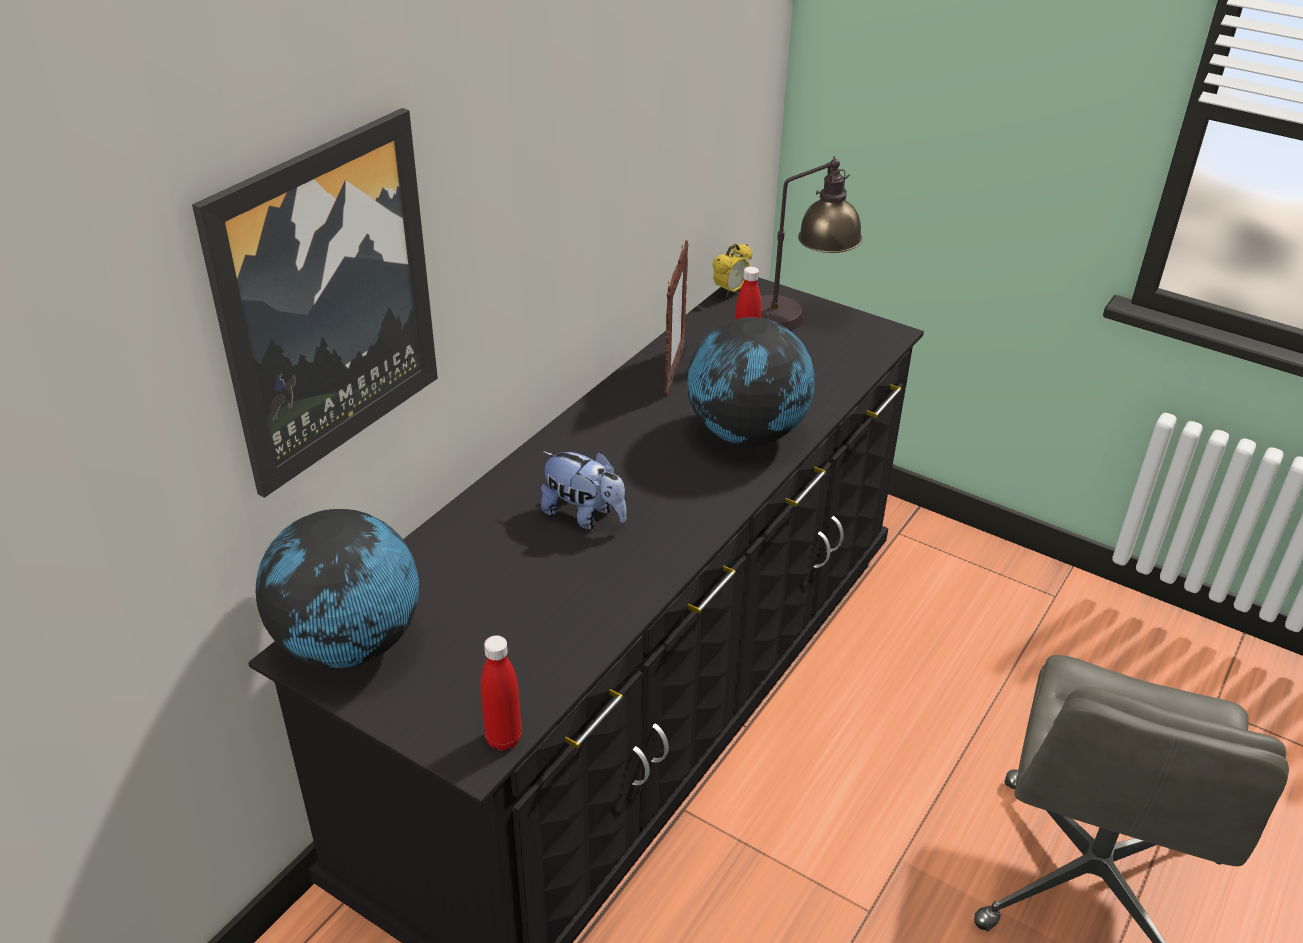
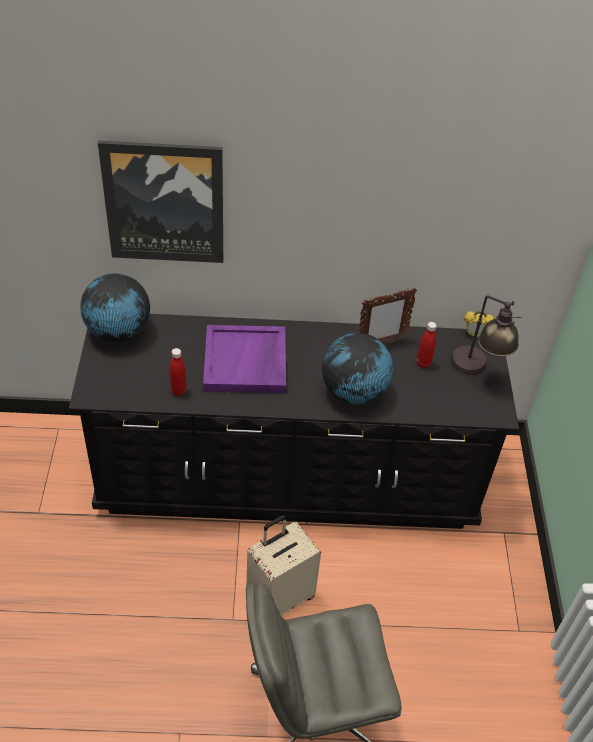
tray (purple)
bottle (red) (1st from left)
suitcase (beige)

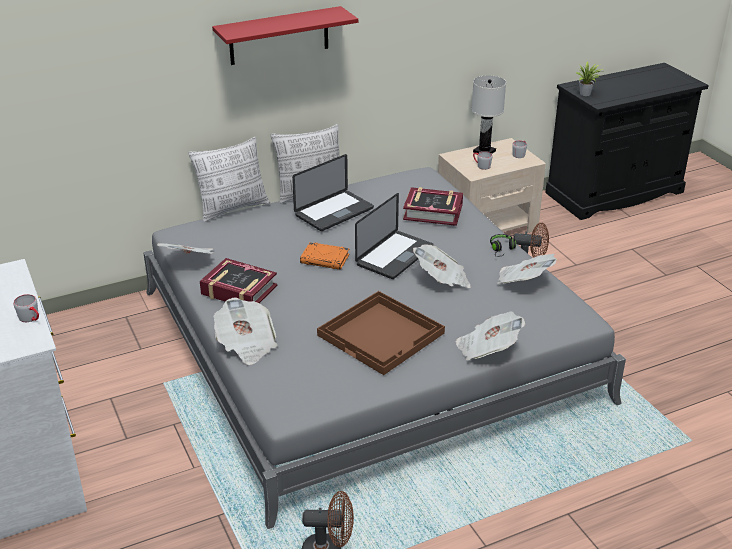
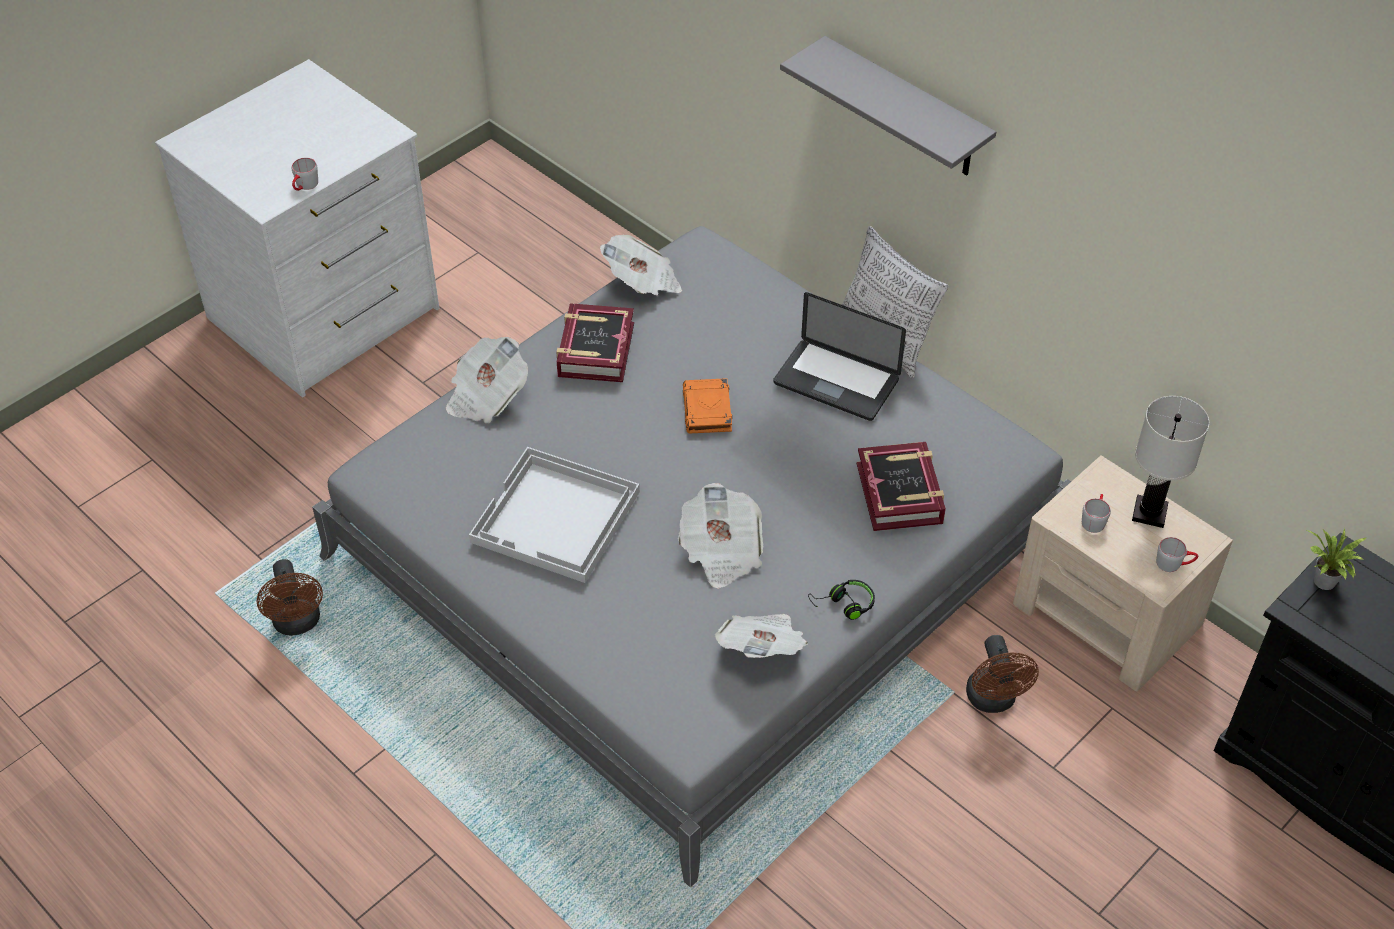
shelf (grey)
pillow (1st from left in the first image)
laptop (2nd from left in the first image)
tray (white)
newspaper (4th from left in the first image)

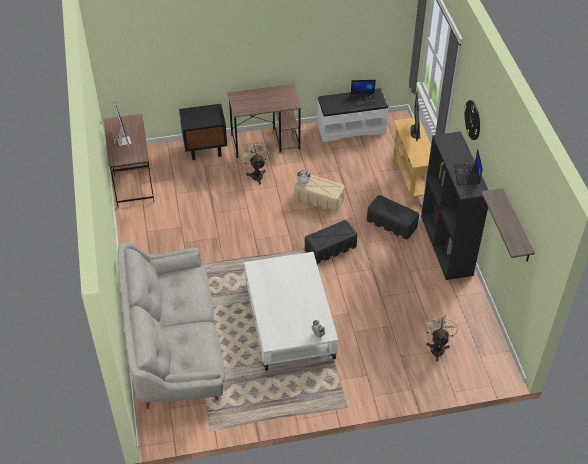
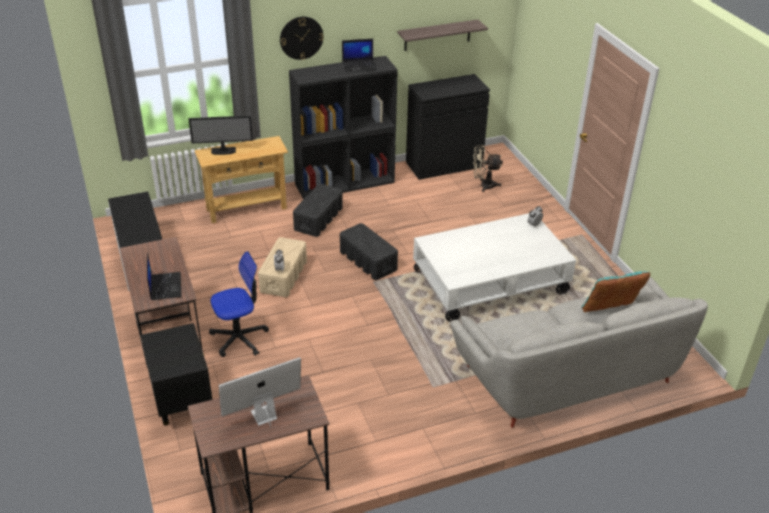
laptop (1st from left)
office chair
cabinet (black)
pillow (turquoise)

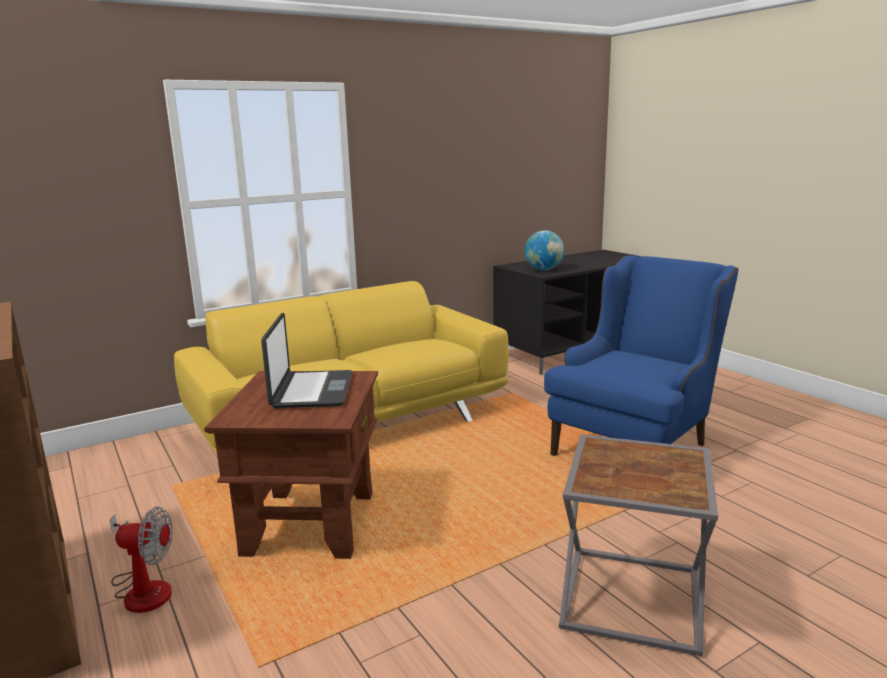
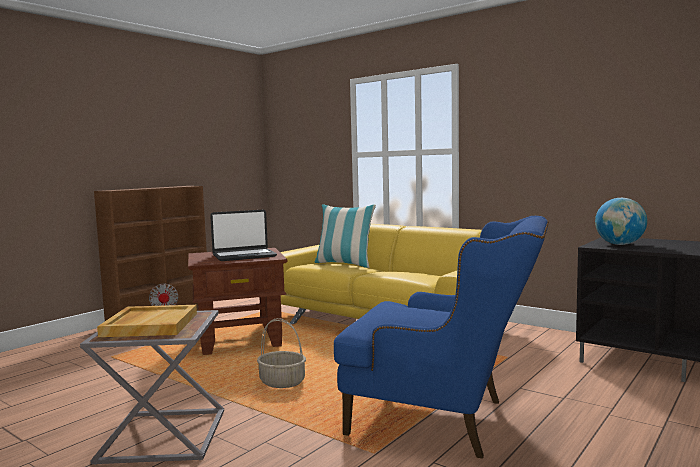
pillow
tray (beige)
basket

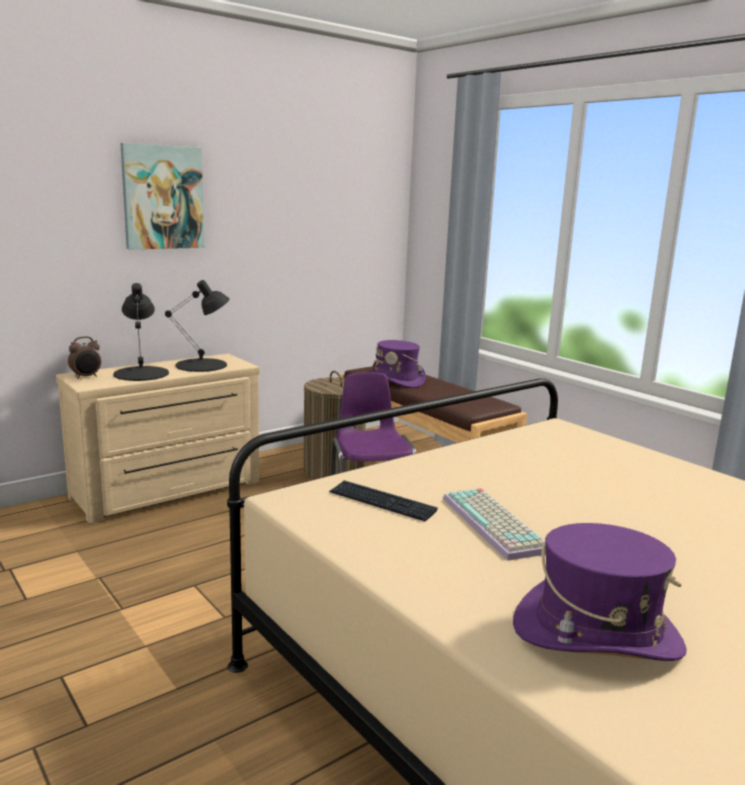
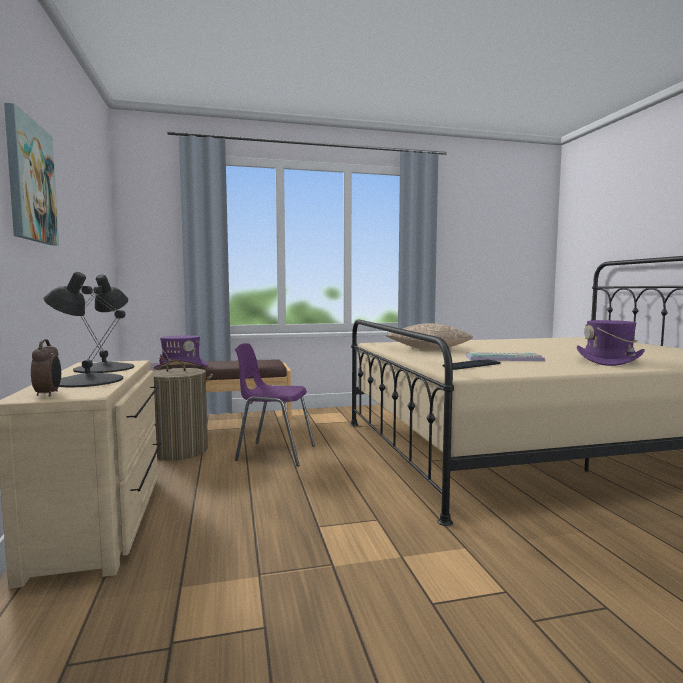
pillow

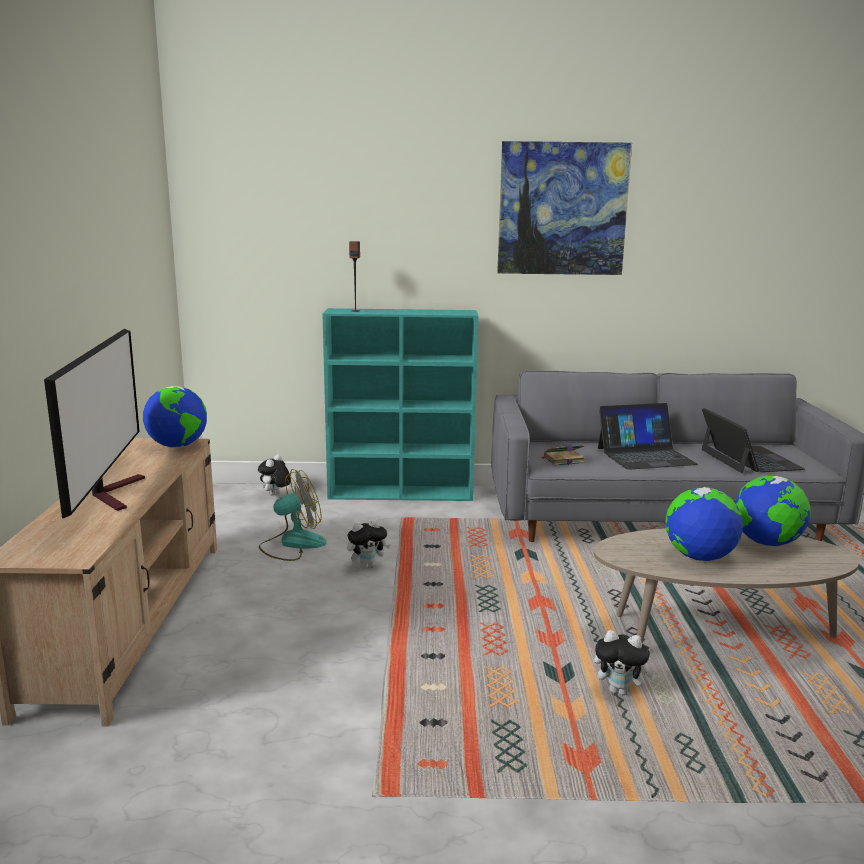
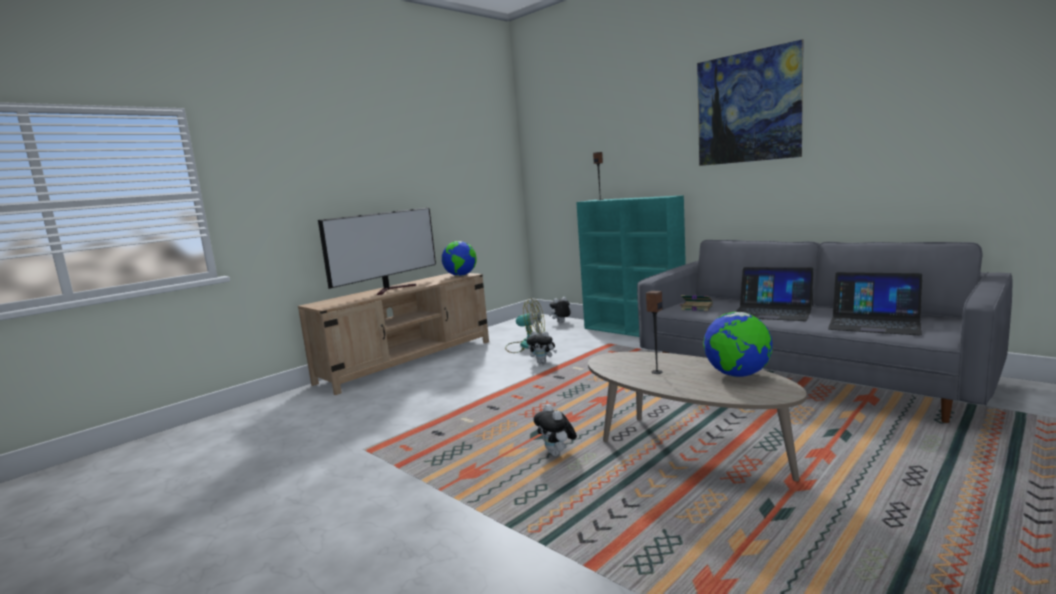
laptop (2nd from left)
speaker (2nd from left)

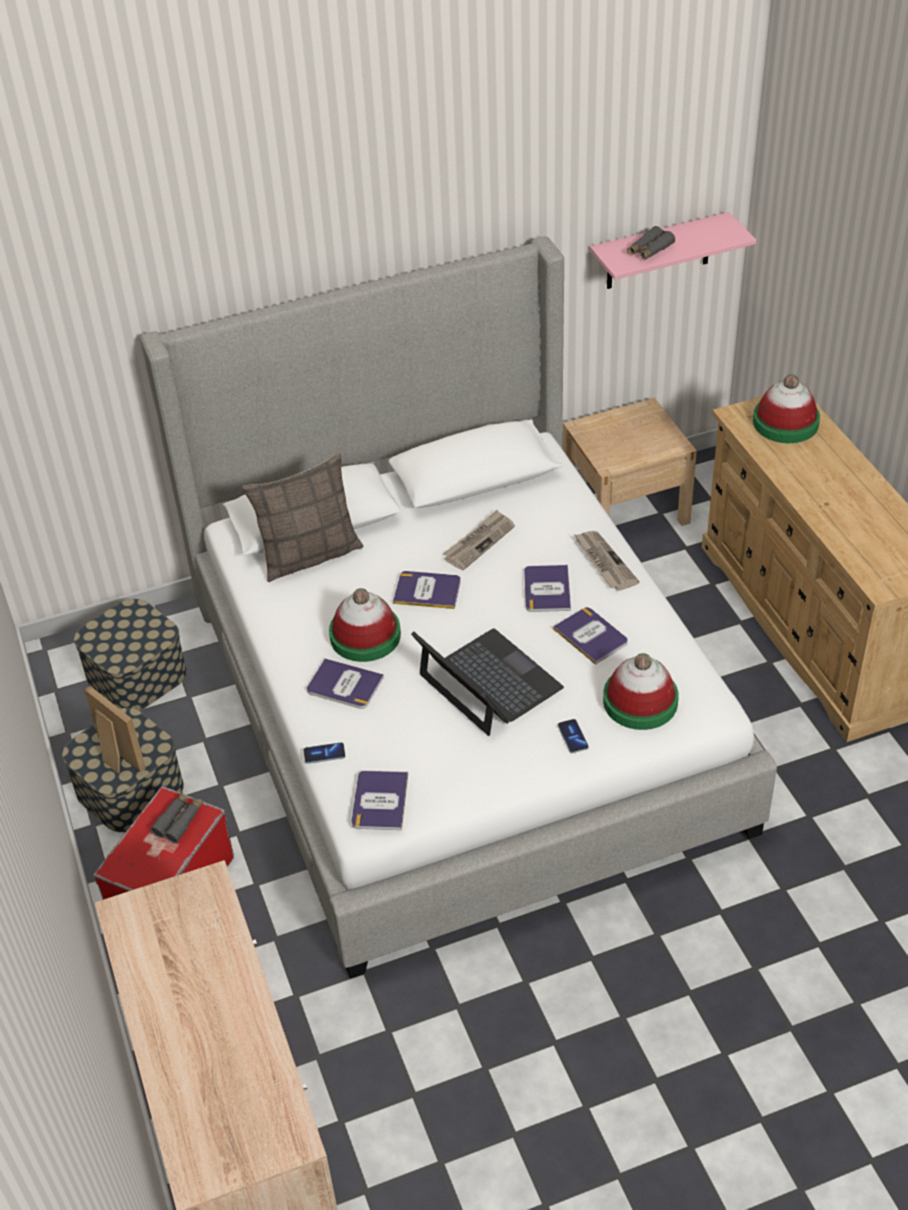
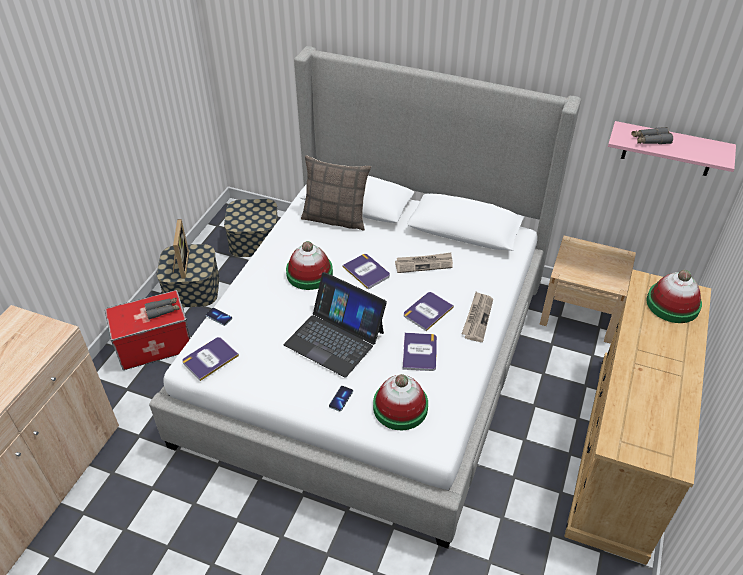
laptop
book (1st from left in the first image)

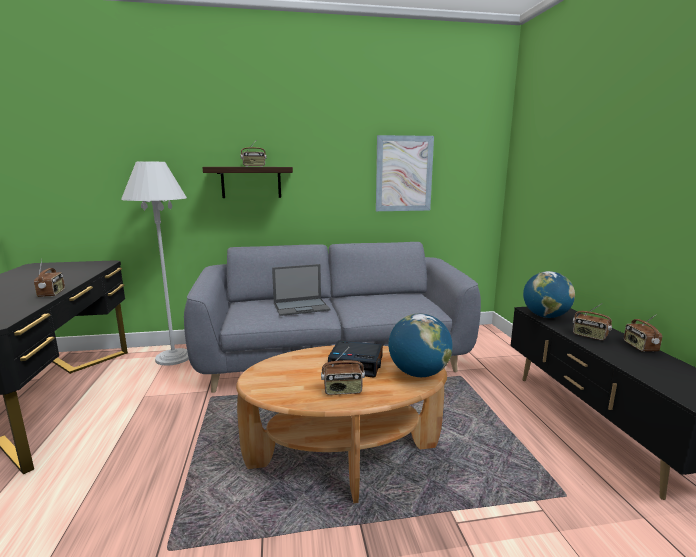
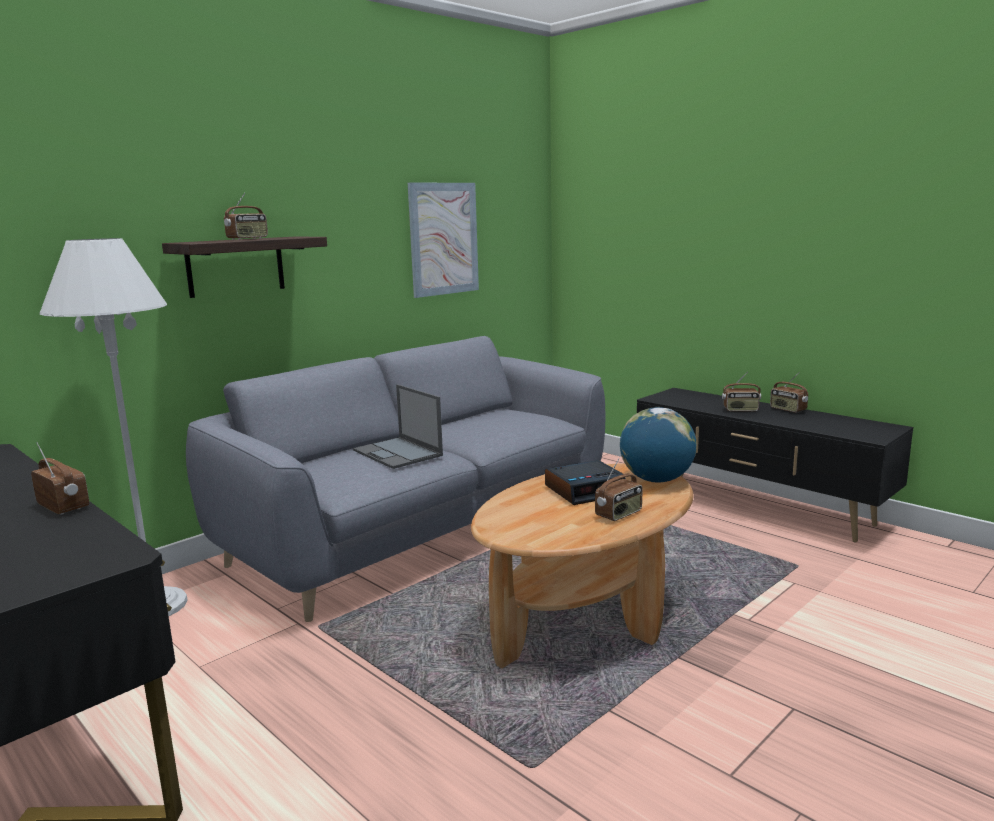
laptop
globe (2nd from left in the first image)

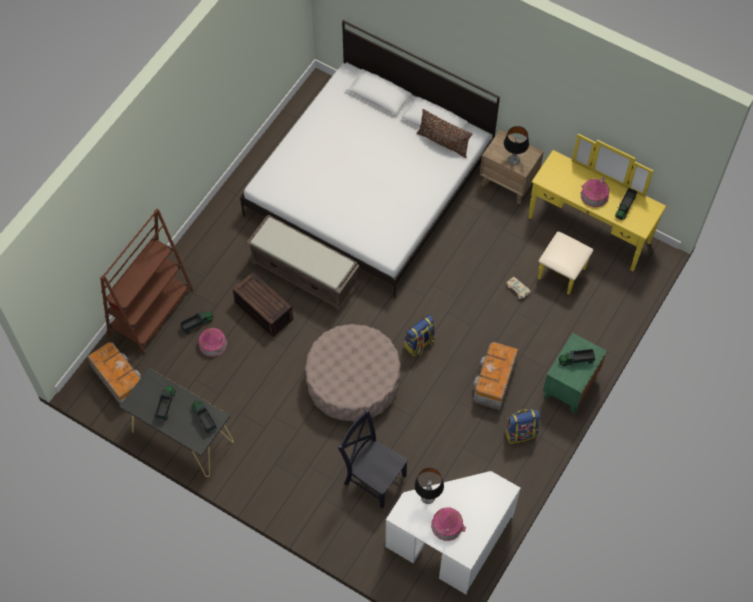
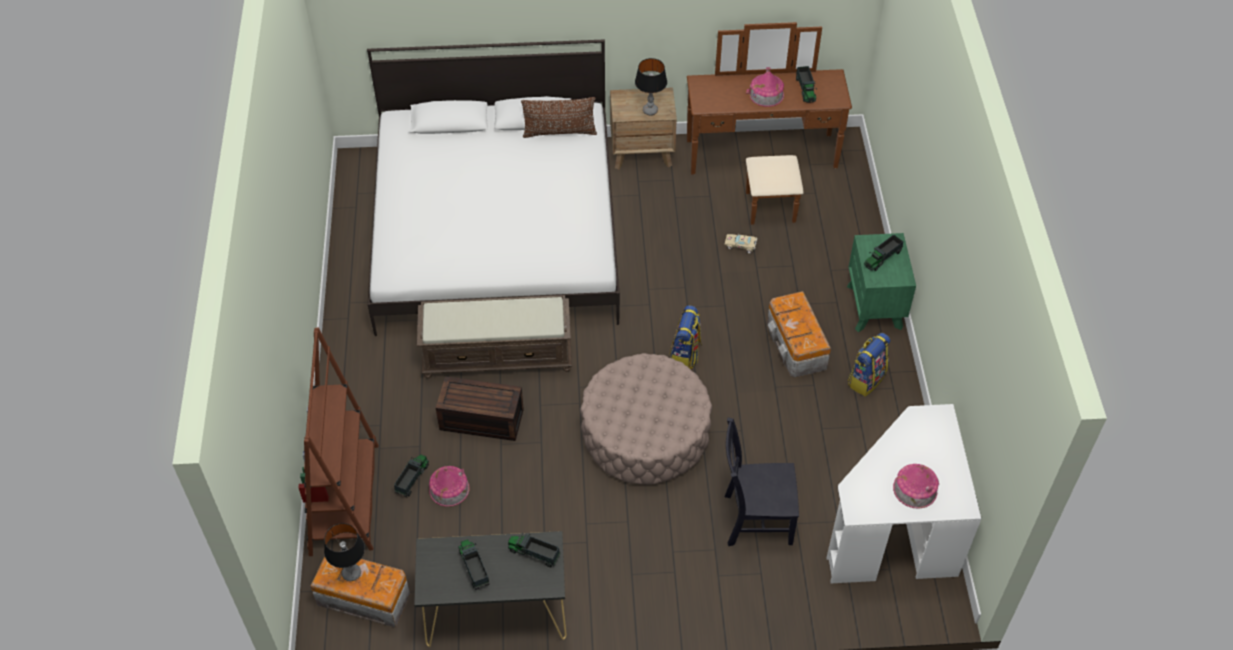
dresser (brown)
table lamp (1st from left)

